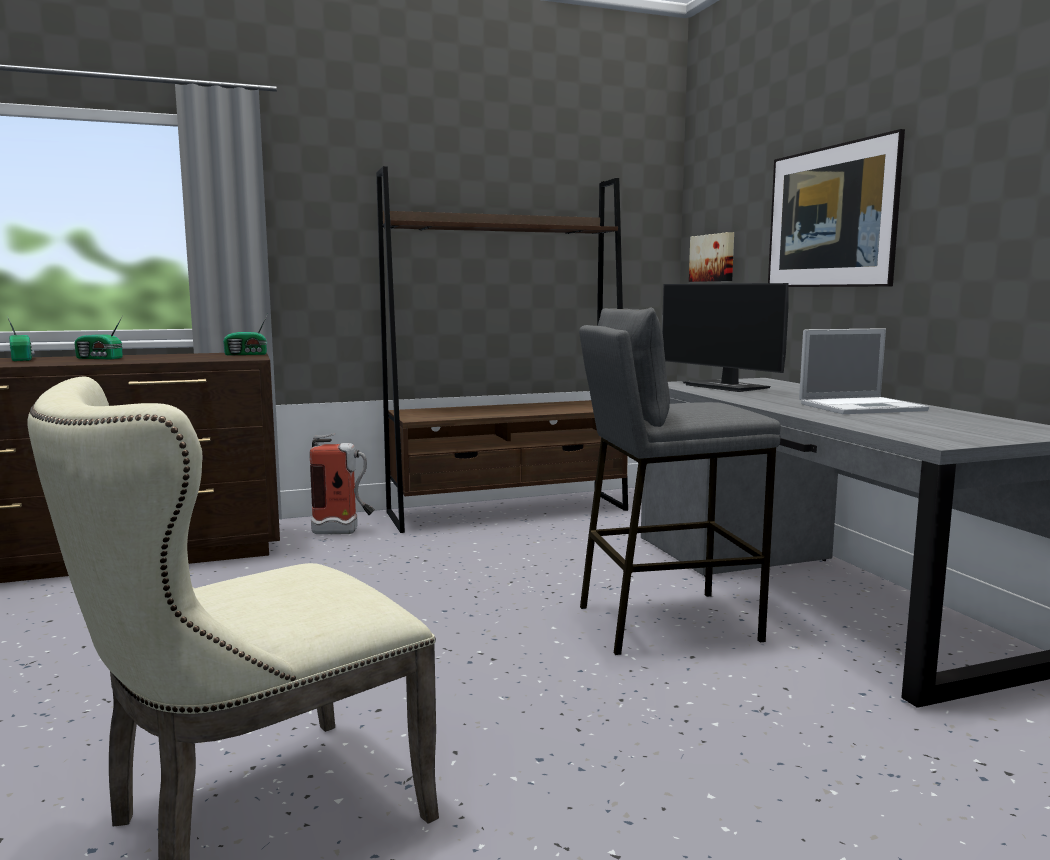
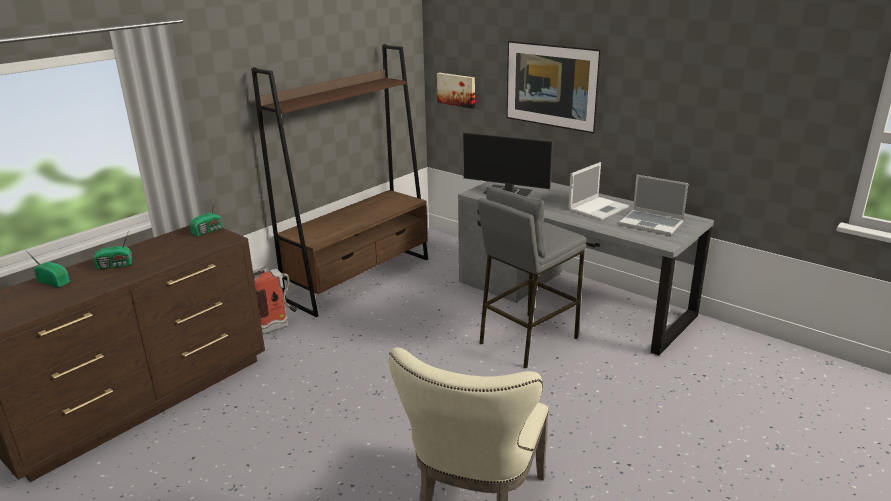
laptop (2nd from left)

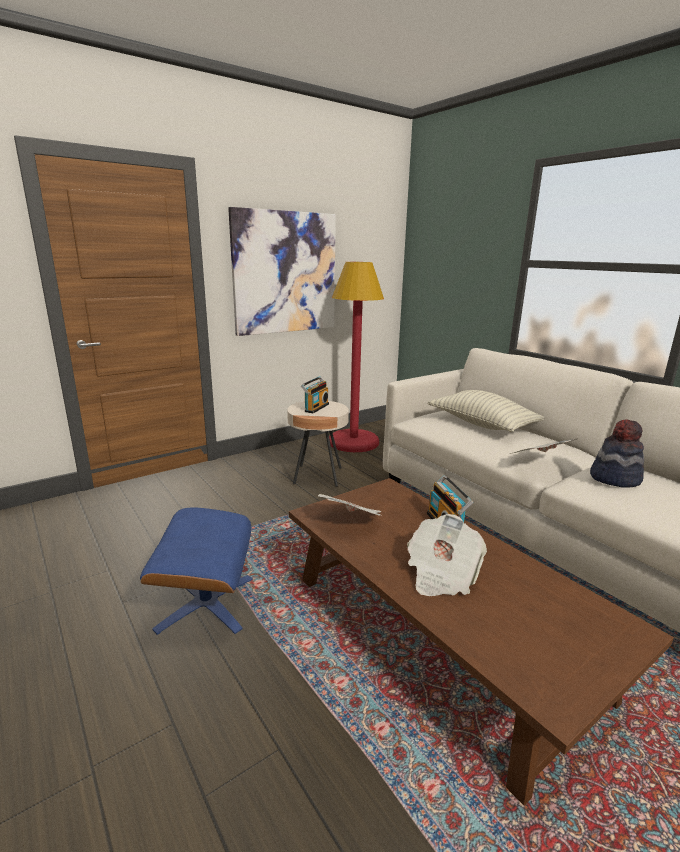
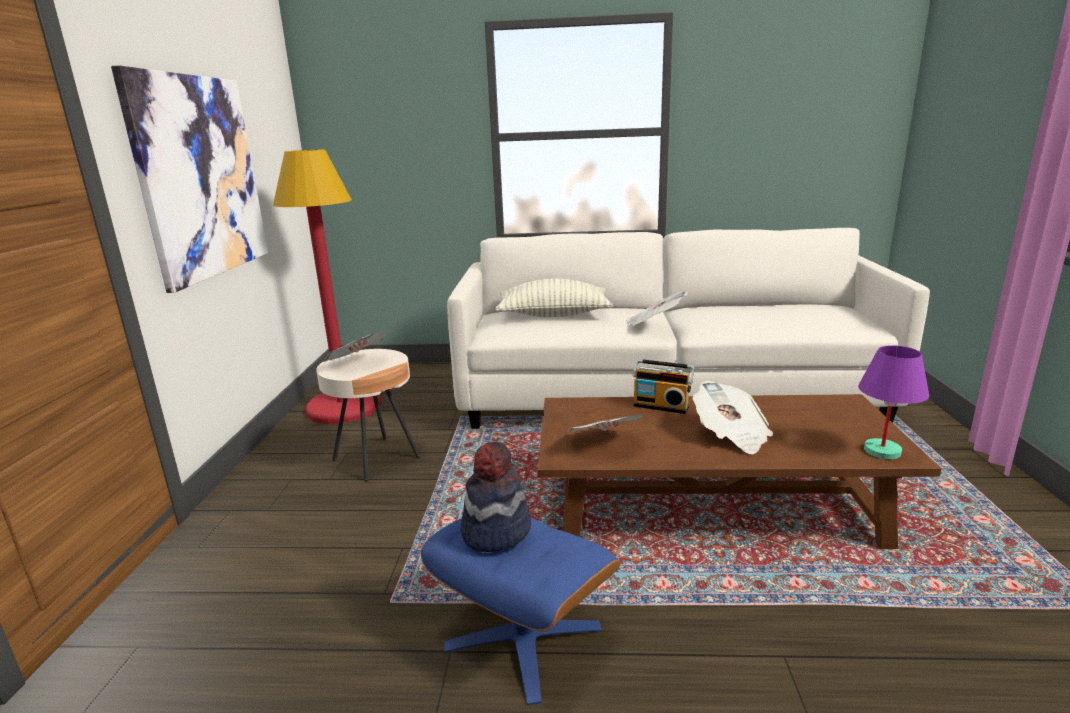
newspaper (1st from left)
hat
table lamp (purple)

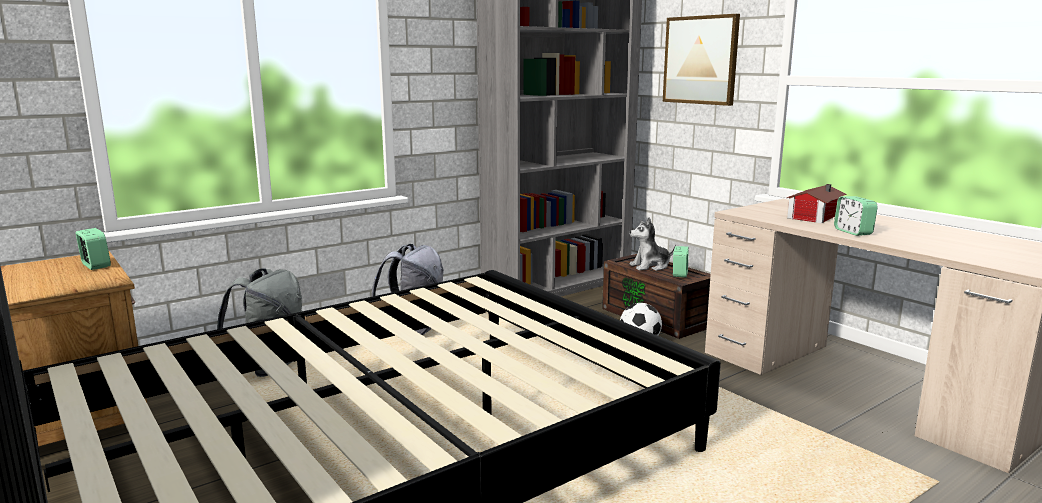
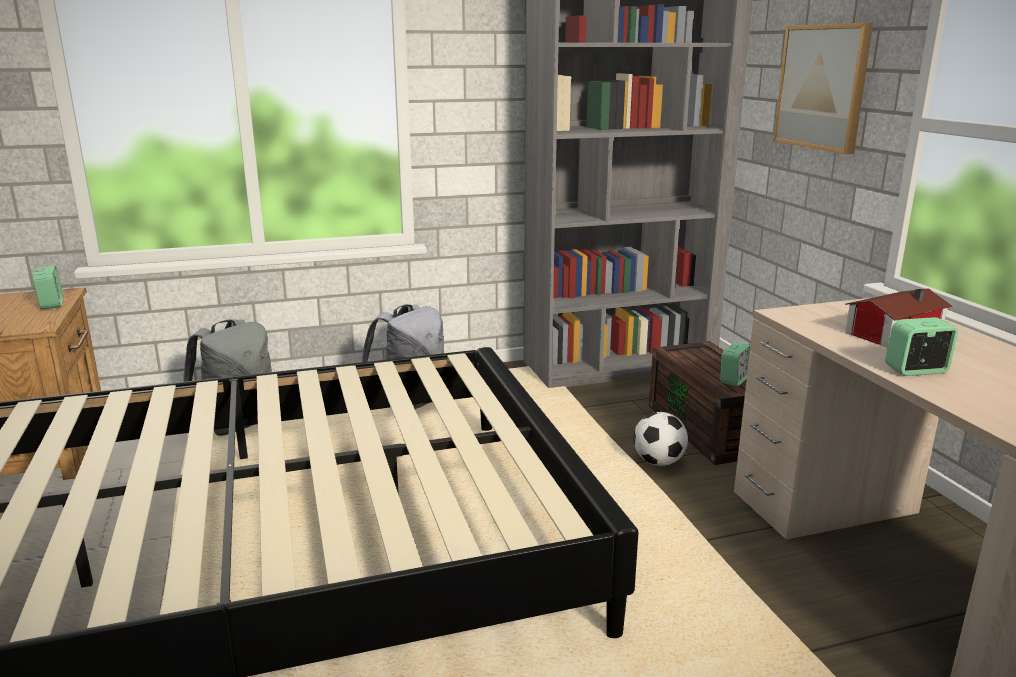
alarm clock (3rd from left)
plush toy

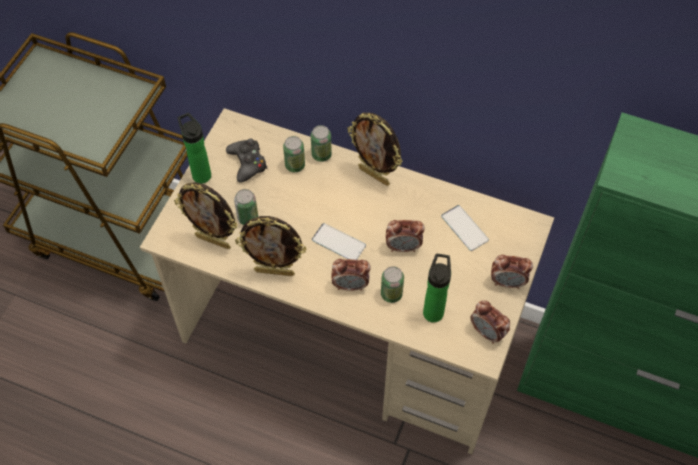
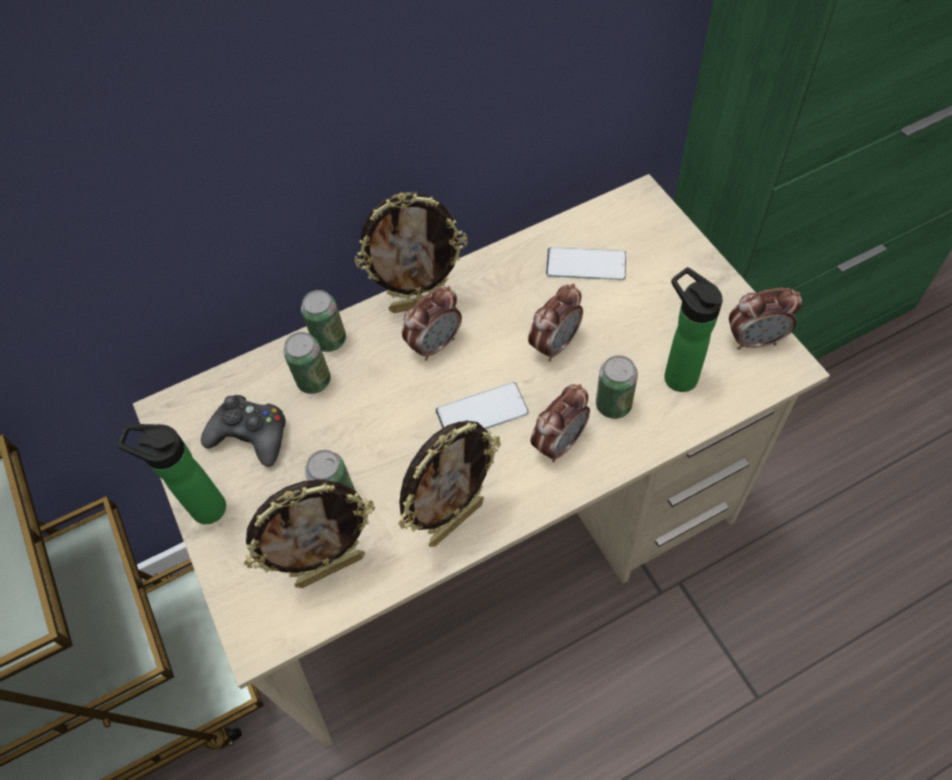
alarm clock (1st from left)

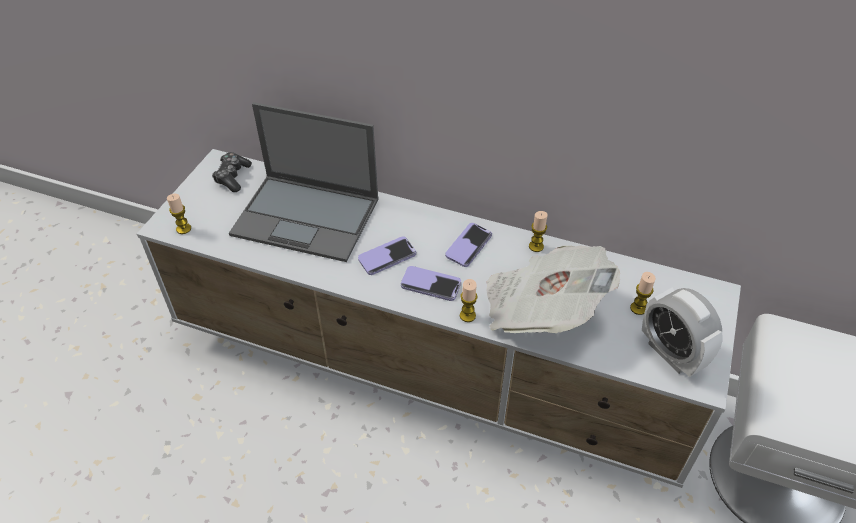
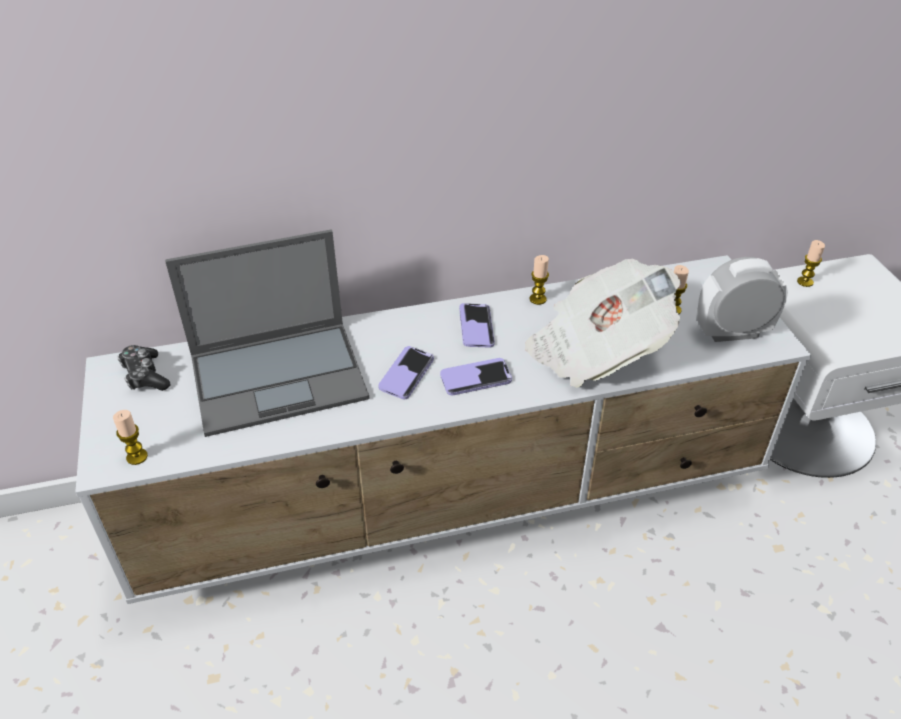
candle (4th from left)
alarm clock

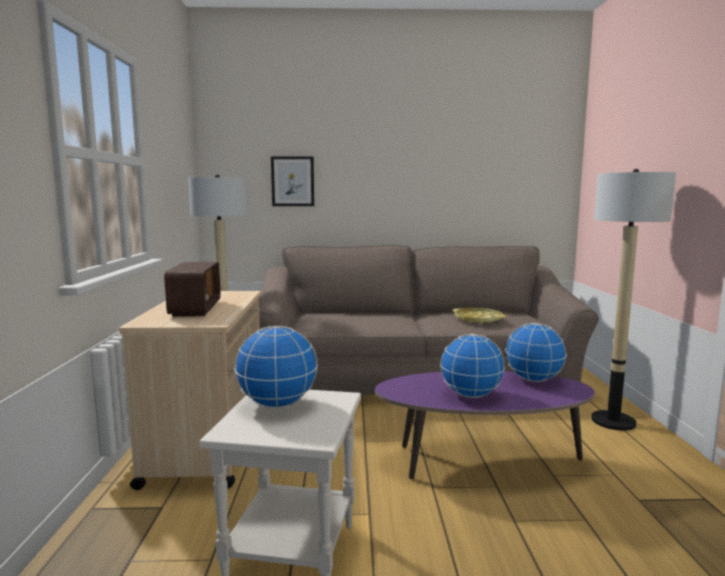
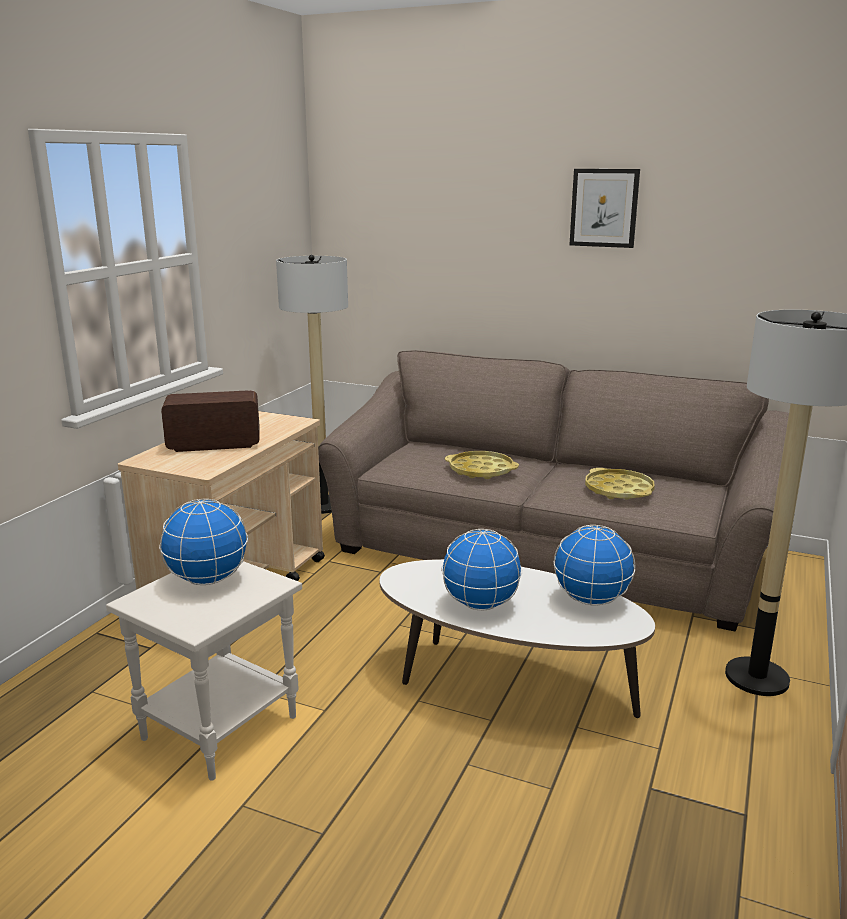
picture
radio
coffee table (white)
tray (yellow) (1st from left)

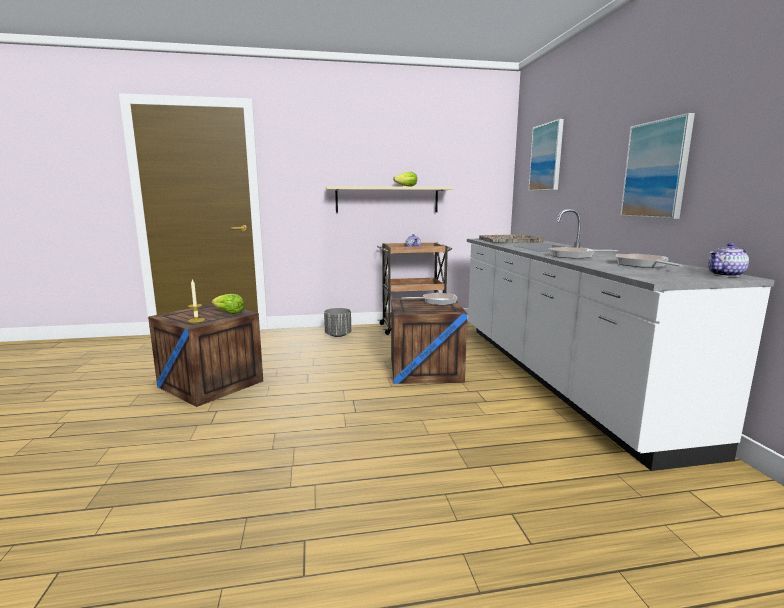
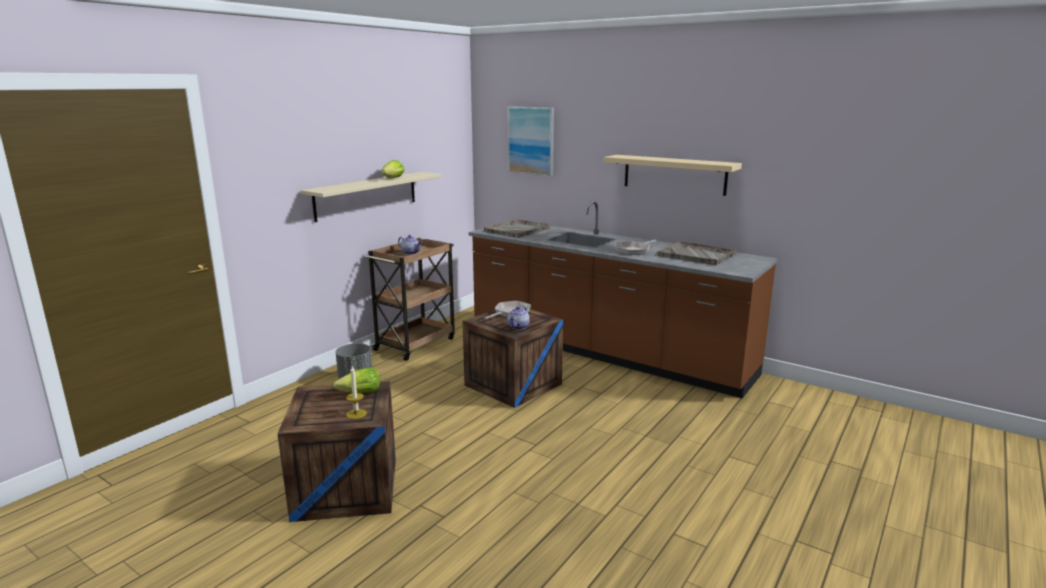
shelf (beige) (2nd from left)
counter (brown)
teapot (2nd from left)
tray (grey) (2nd from left)

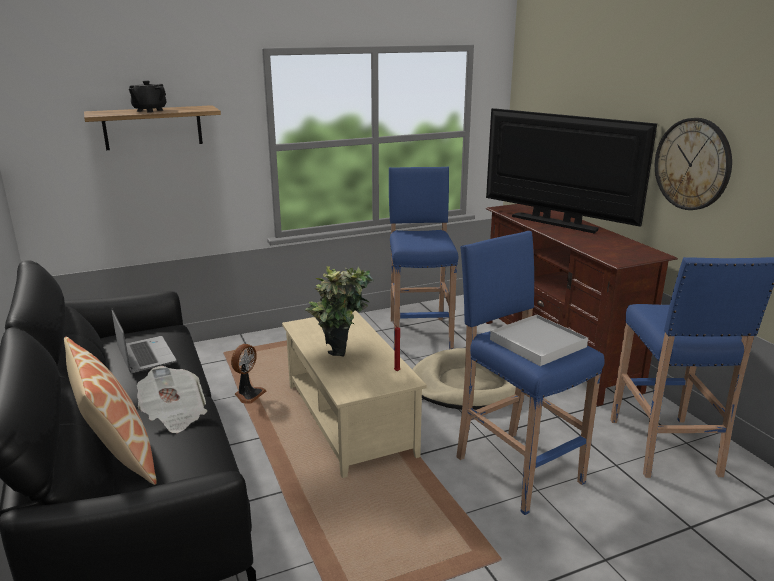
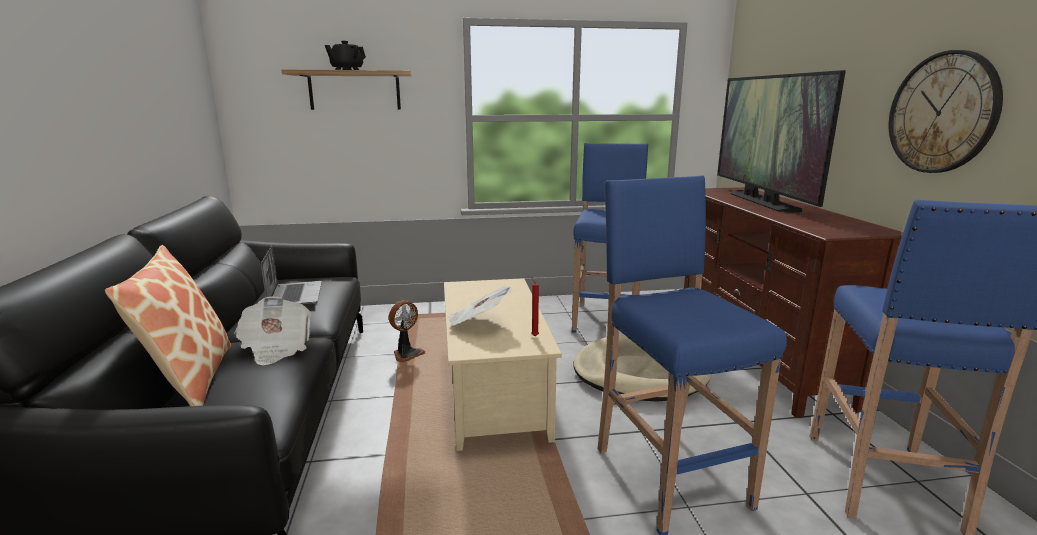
television
newspaper (2nd from left)
tray (white)

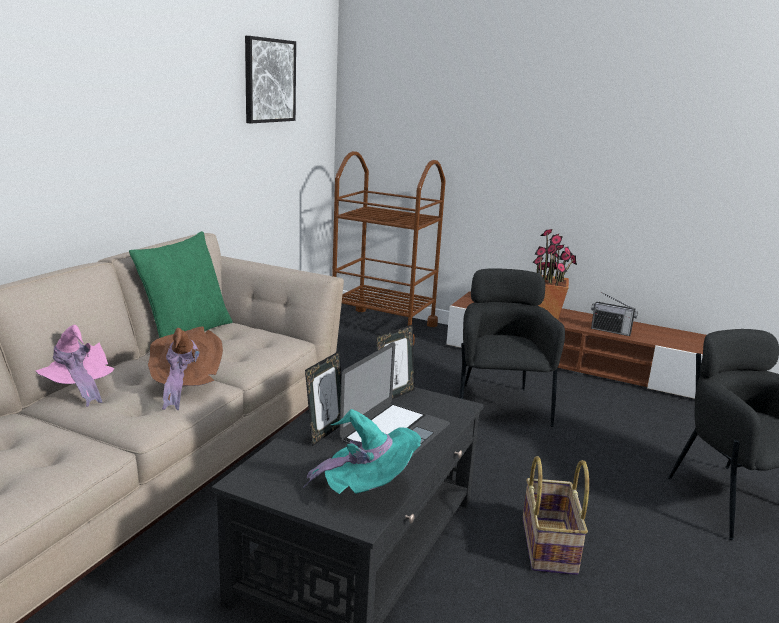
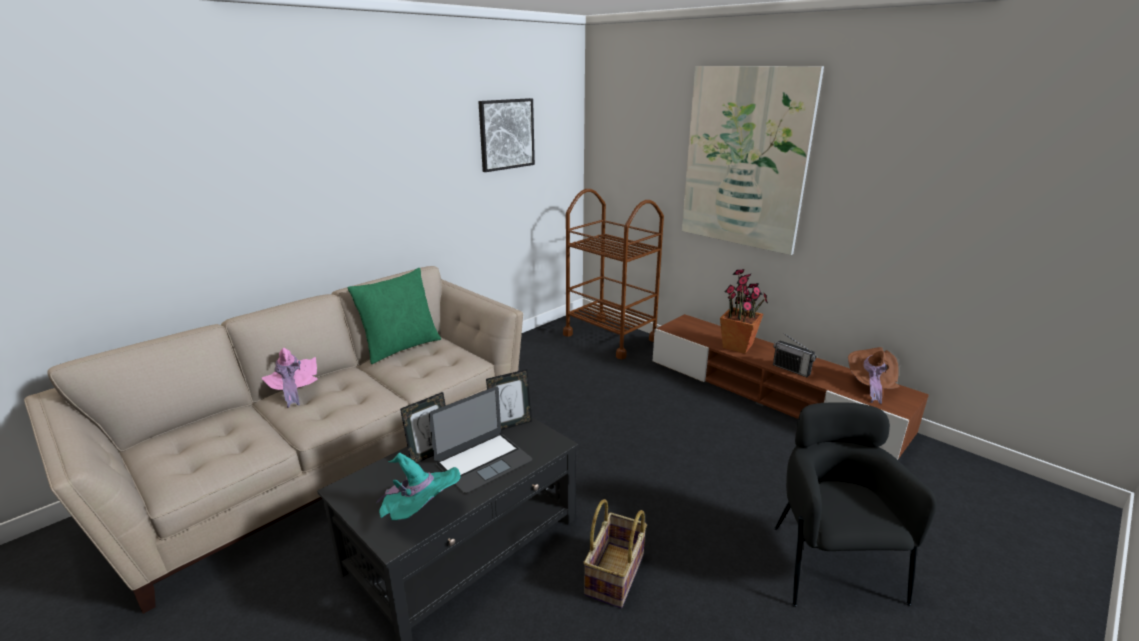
armchair (black) (1st from left in the first image)
hat (brown)
picture (2nd from left)

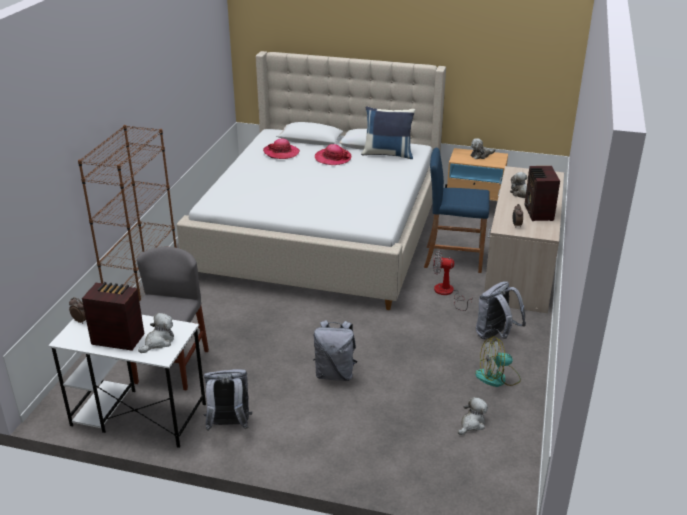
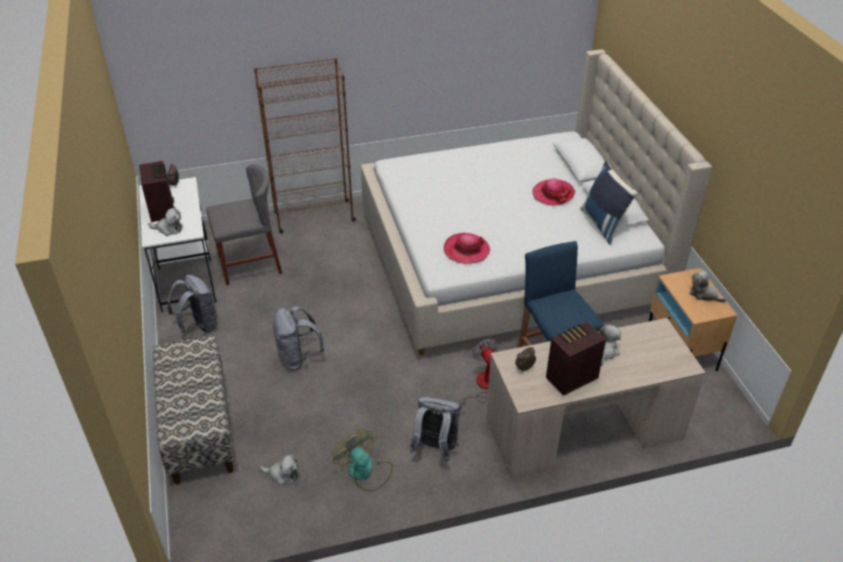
hat (1st from left)
bench

